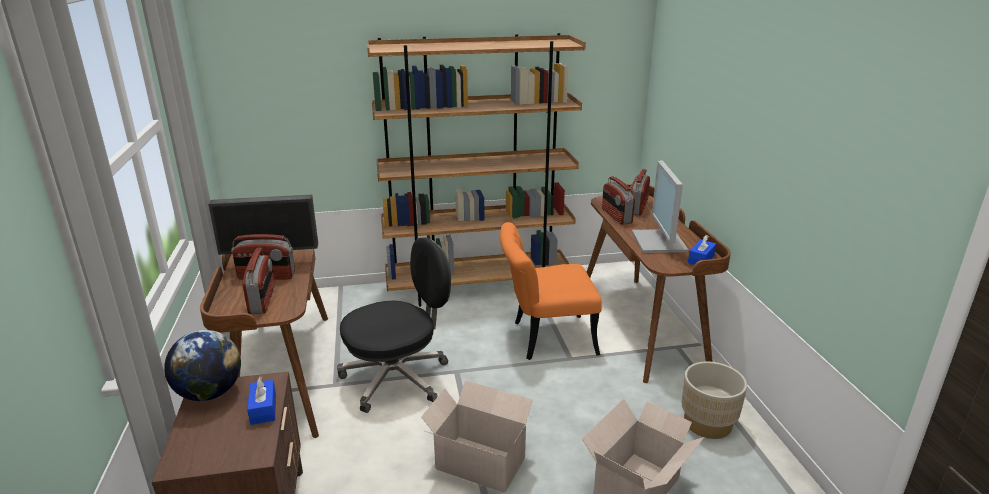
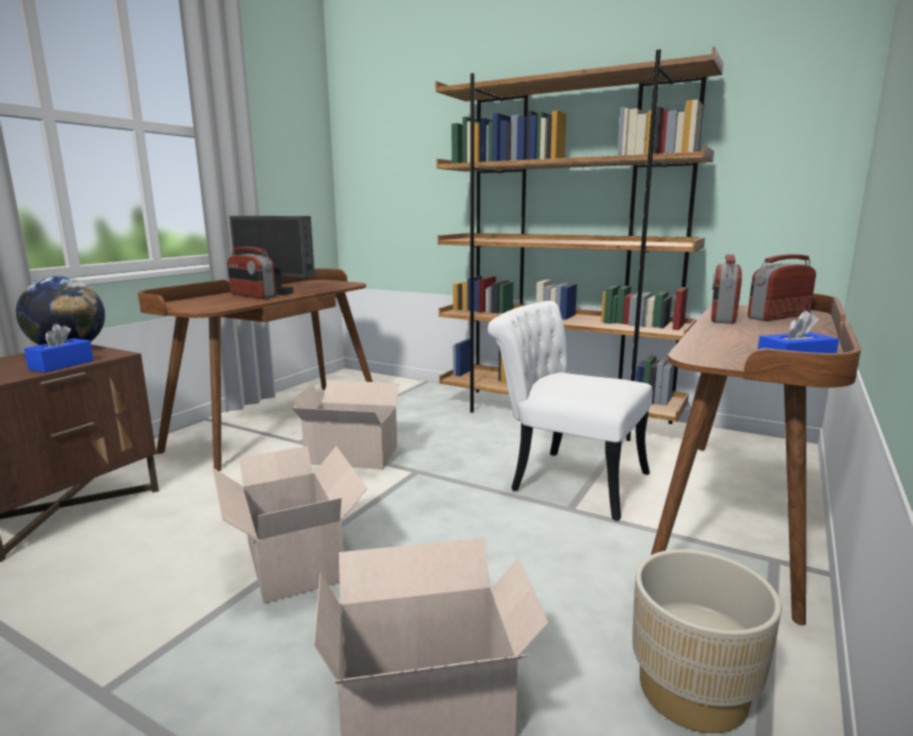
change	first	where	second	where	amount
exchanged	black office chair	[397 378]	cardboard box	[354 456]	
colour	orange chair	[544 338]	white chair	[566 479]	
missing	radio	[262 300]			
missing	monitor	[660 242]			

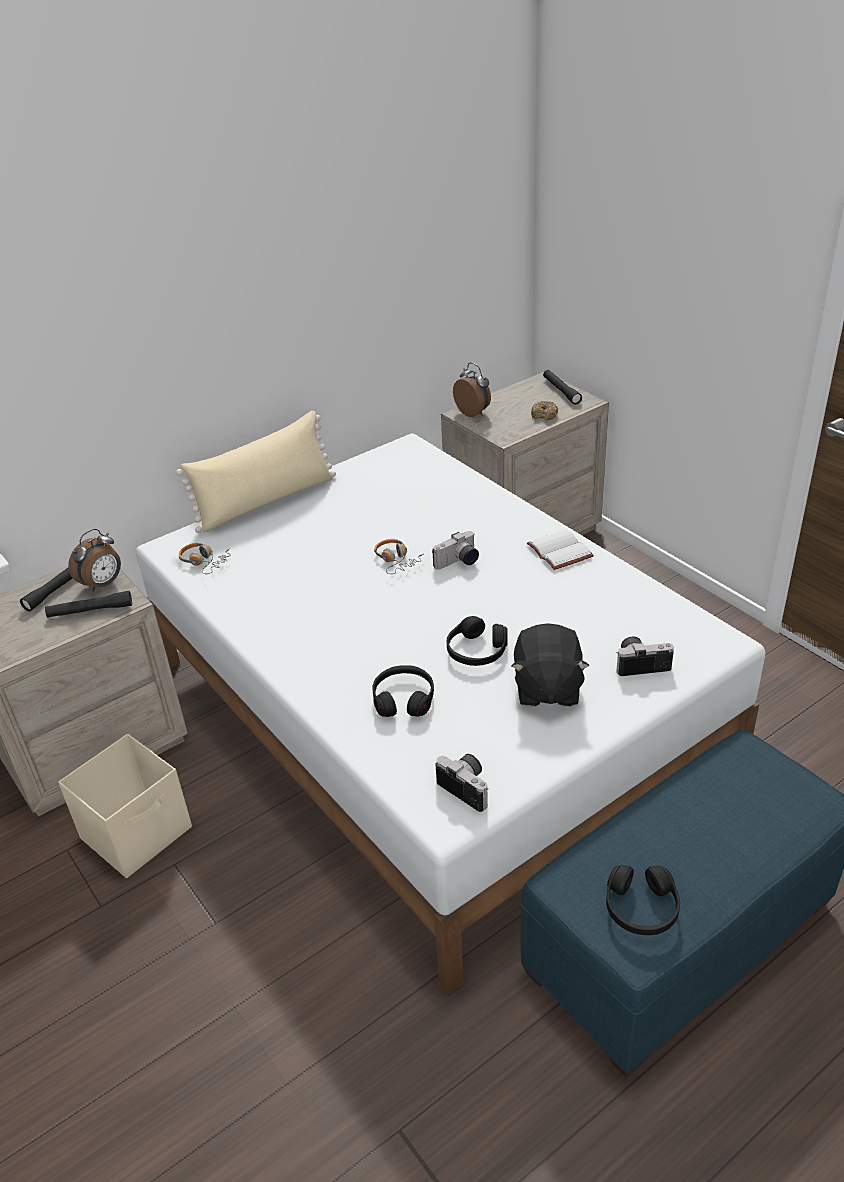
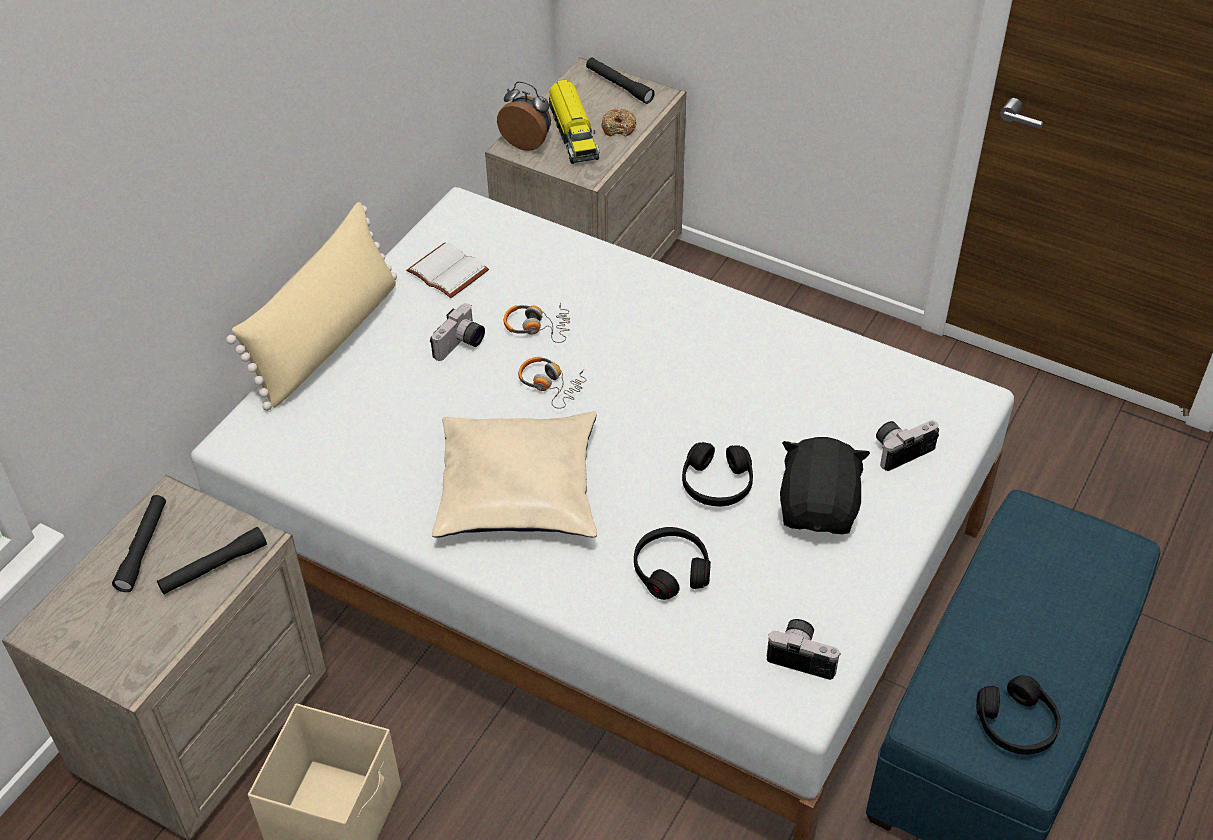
change	first	where	second	where	amount
relocated	white book	[557 551]		[445 272]	
relocated	photo camera	[458 562]		[461 345]	
appeared			beige pillow	[518 489]	
relocated	headphones	[204 562]		[537 327]	
appeared			toy truck	[573 133]	
spun	black plush toy	[546 688]		[819 509]	150 degrees counterclockwise
missing	alarm clock	[103 584]			

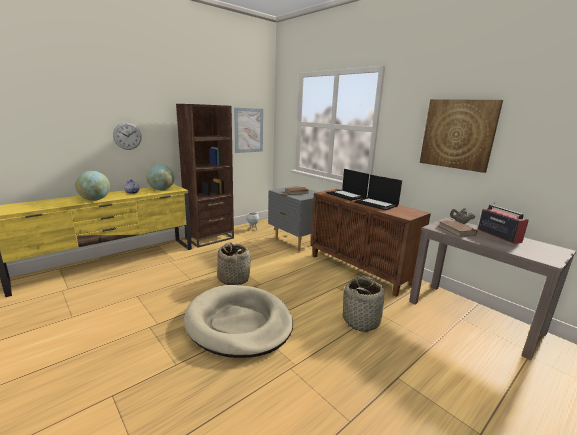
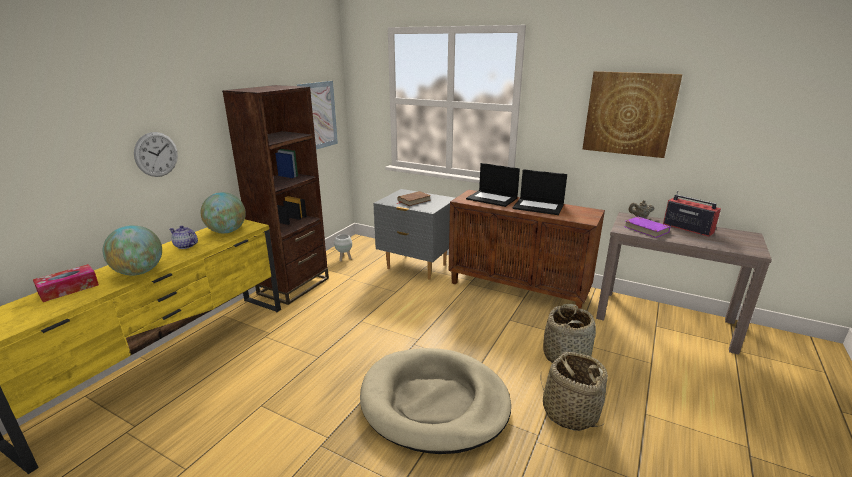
change	first	where	second	where	amount
appeared			tissue box	[69 289]	
relocated	basket	[233 279]		[570 412]	
colour	brown book	[456 230]	purple book	[646 229]	

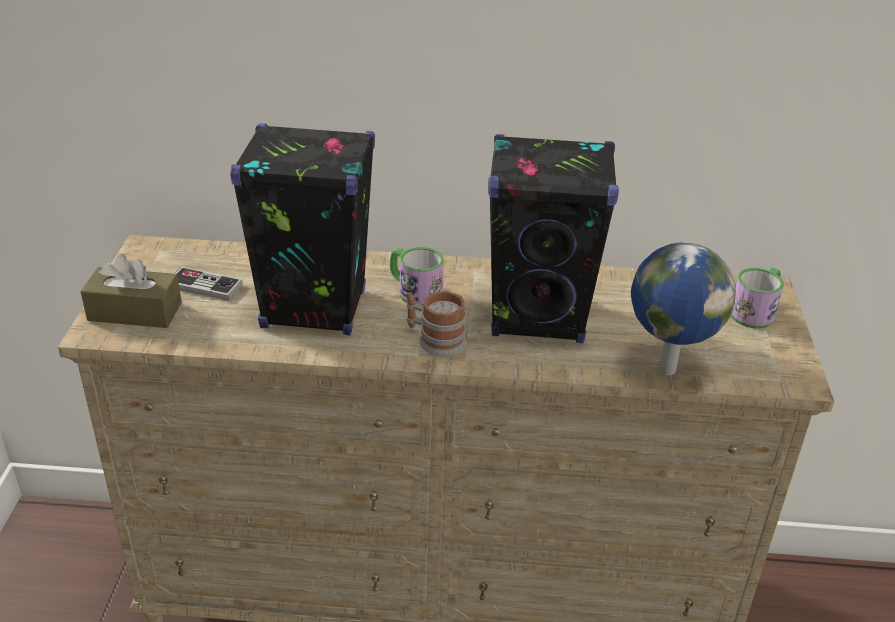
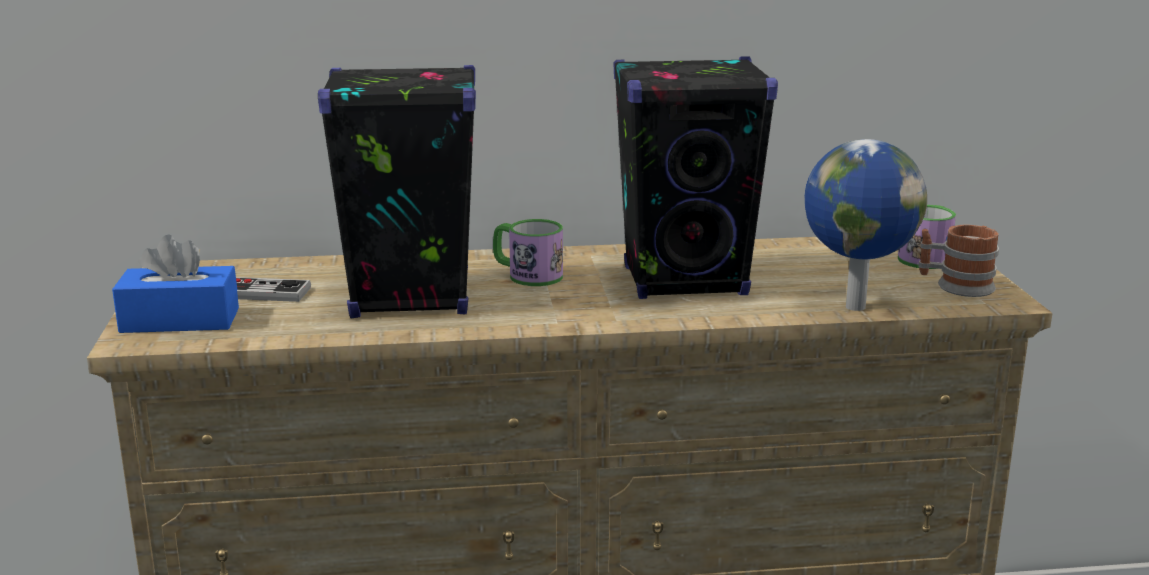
change	first	where	second	where	amount
colour	brown tissue box	[135 312]	blue tissue box	[180 320]	
relocated	mug	[435 340]		[955 286]	

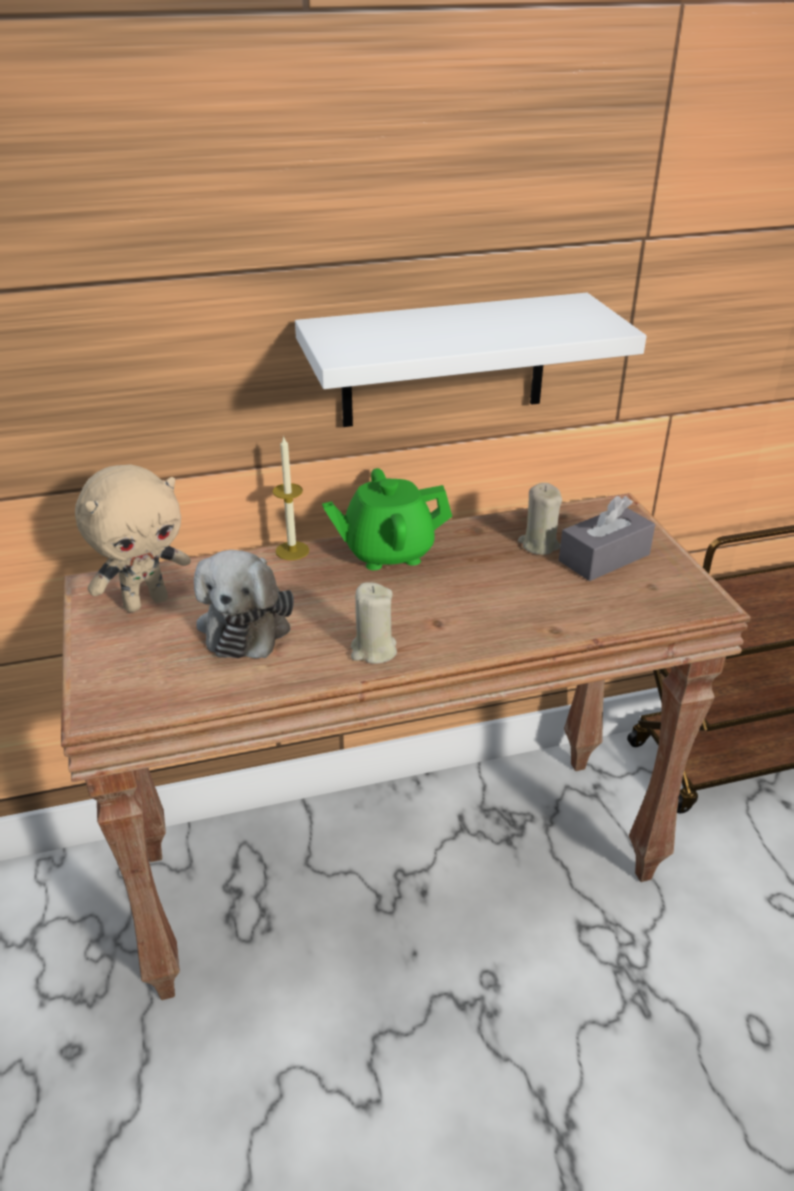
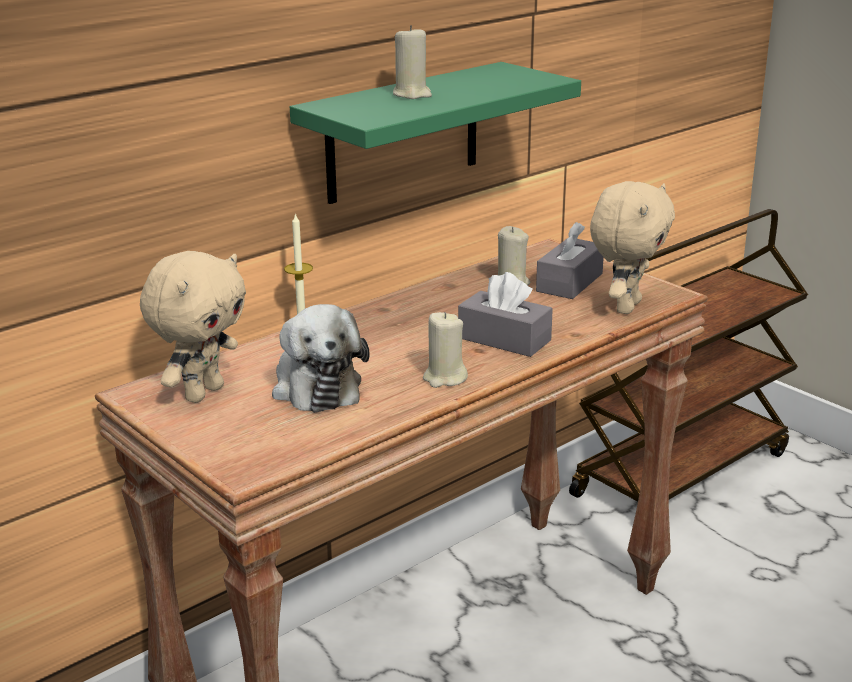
change	first	where	second	where	amount
colour	white shelf	[444 361]	green shelf	[403 133]	
appeared			beige candle	[412 94]	
appeared			grey tissue box	[504 339]	
appeared			beige plush toy	[625 306]	
missing	green teapot	[388 552]			

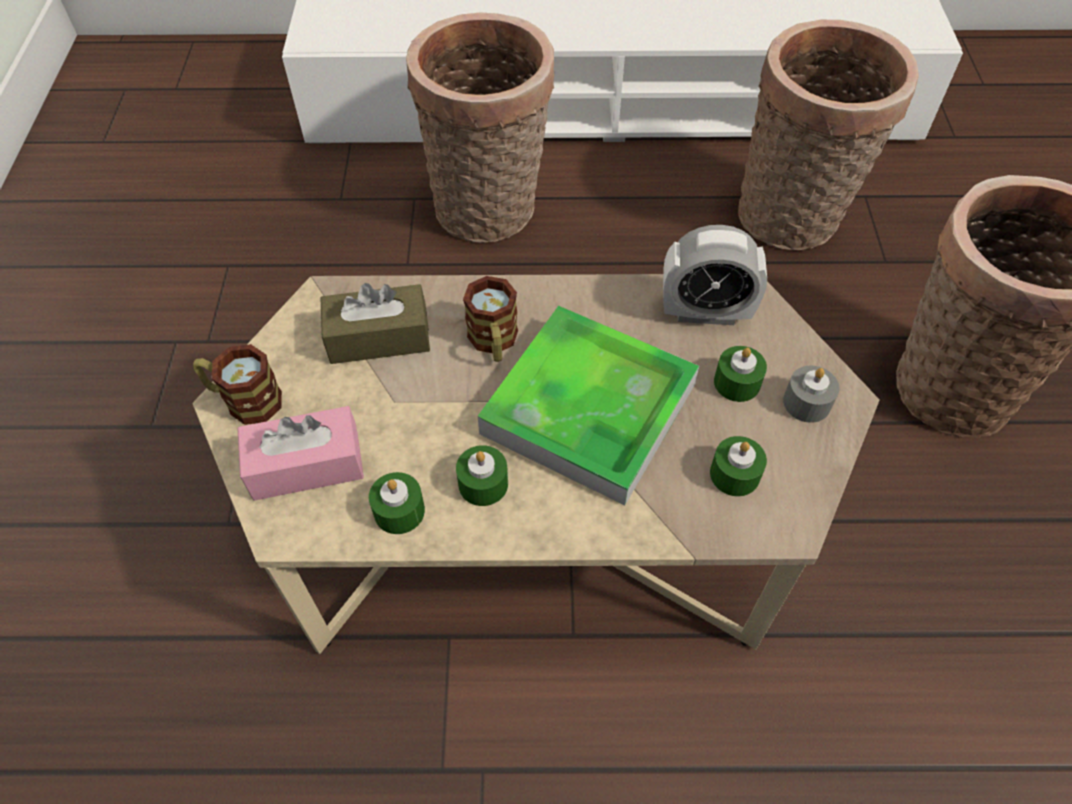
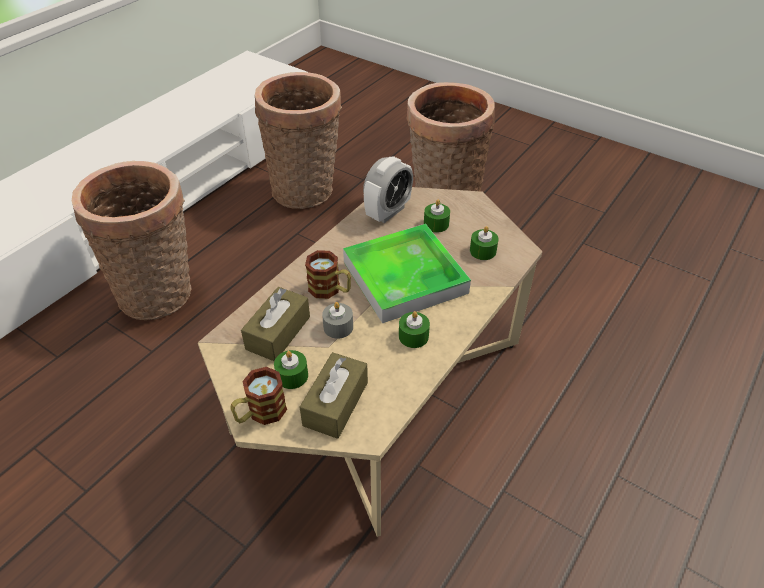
change	first	where	second	where	amount
relocated	green candle	[399 511]		[292 376]	
colour	pink tissue box	[306 465]	brown tissue box	[335 403]	
relocated	grey candle	[806 403]		[338 327]	

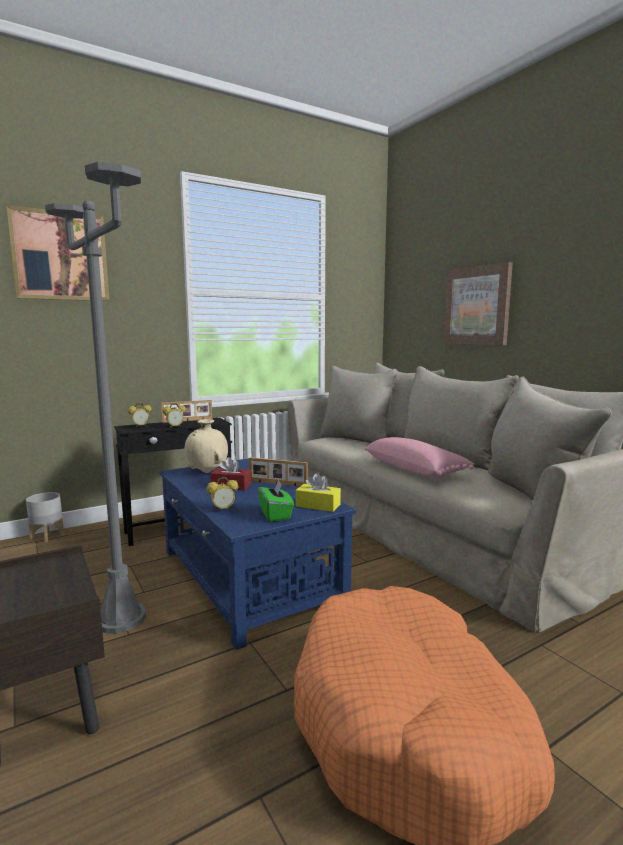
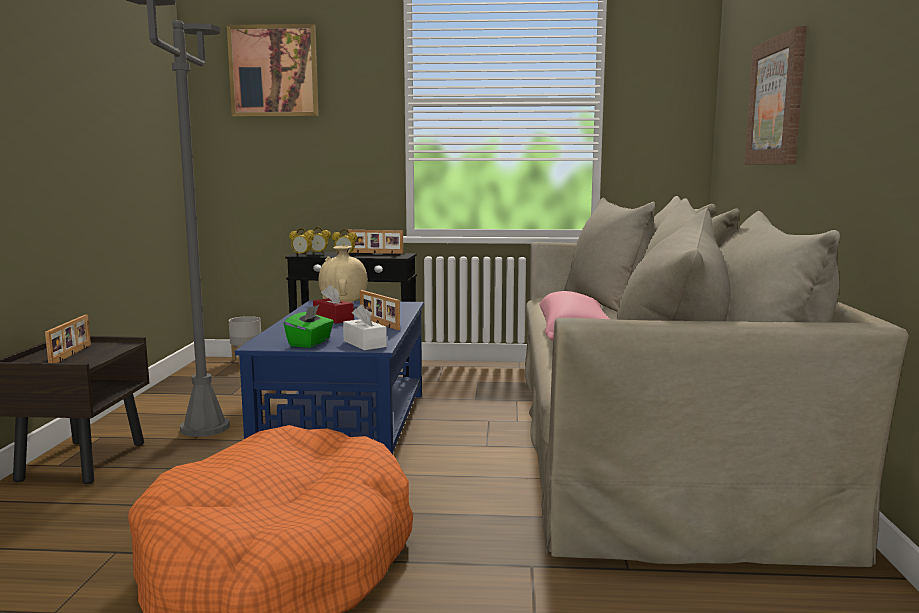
change	first	where	second	where	amount
appeared			picture frame	[72 354]	
relocated	alarm clock	[223 509]		[302 255]	
colour	yellow tissue box	[318 505]	white tissue box	[364 344]	

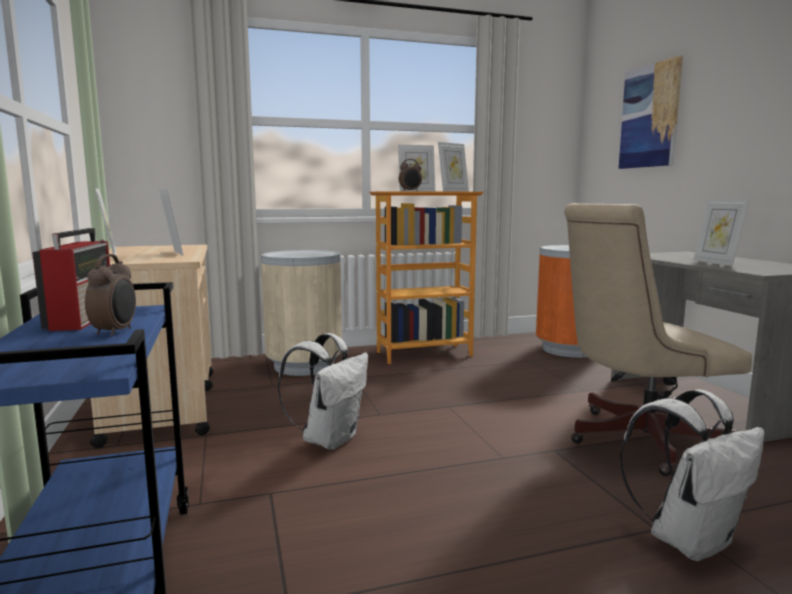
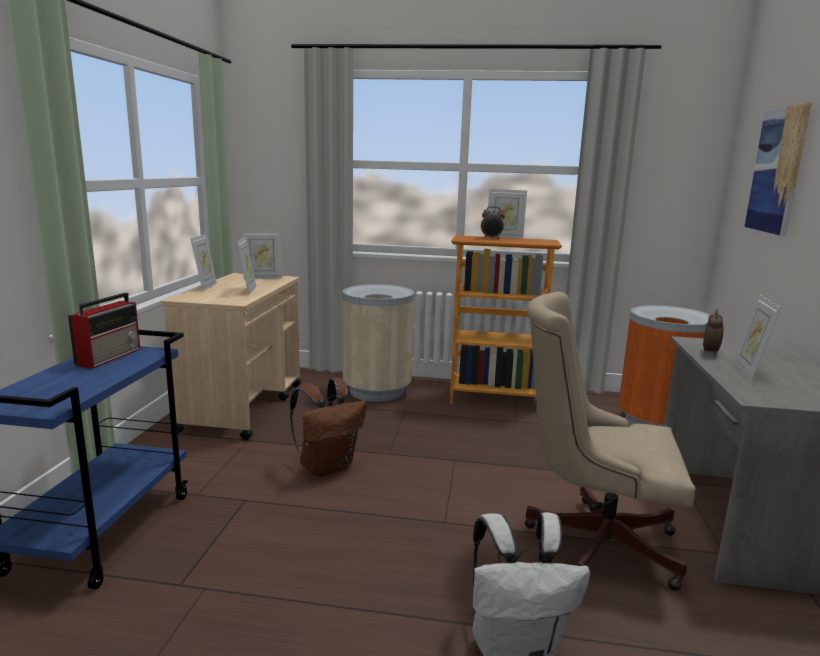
change	first	where	second	where	amount
relocated	picture frame	[453 191]		[263 278]	
colour	white backpack	[330 439]	brown backpack	[327 467]	
relocated	alarm clock	[116 332]		[710 352]	

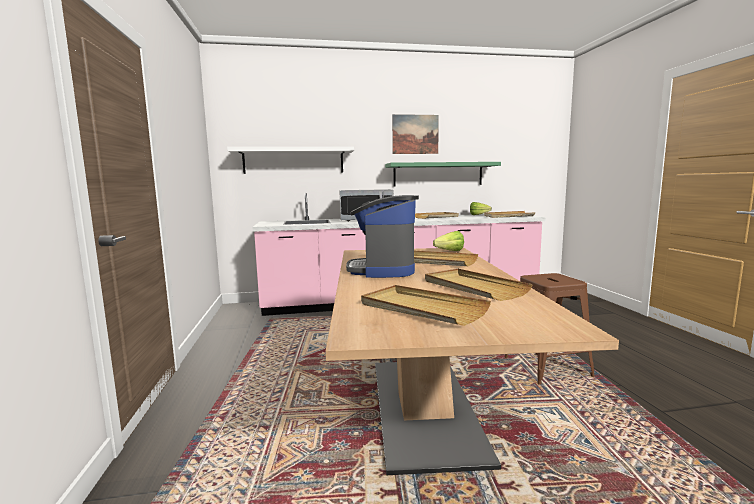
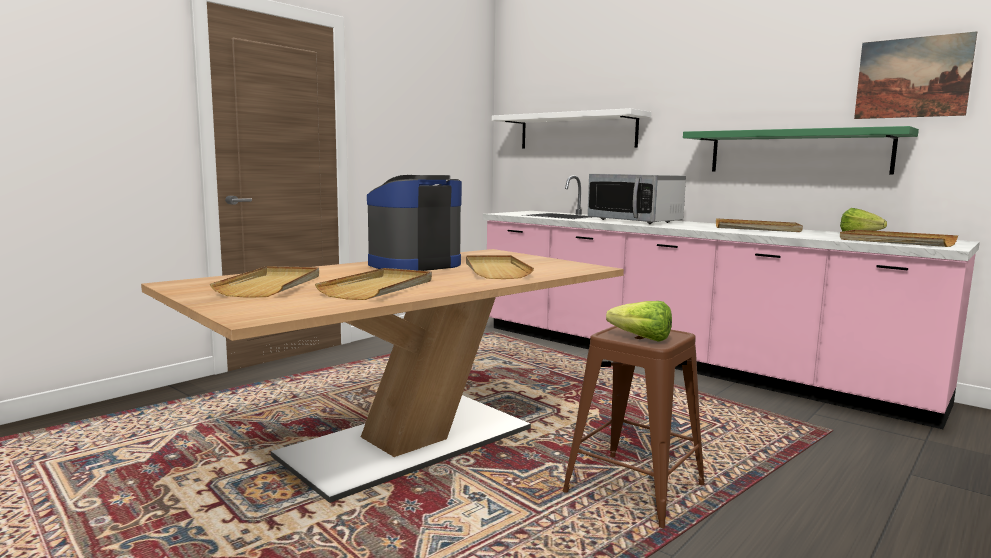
change	first	where	second	where	amount
relocated	lettuce	[447 251]		[636 337]	
relocated	picture	[415 134]		[912 77]	

